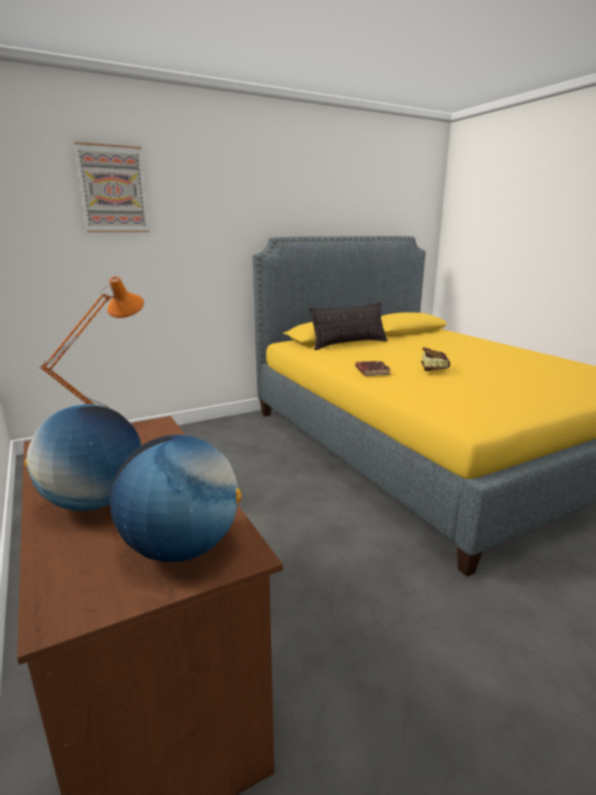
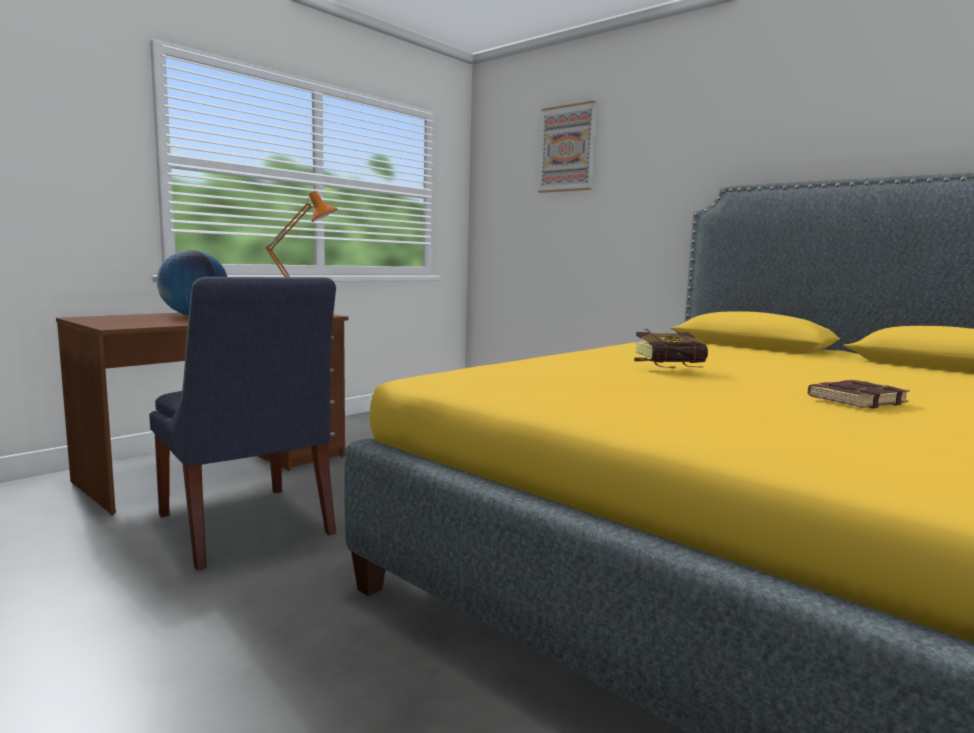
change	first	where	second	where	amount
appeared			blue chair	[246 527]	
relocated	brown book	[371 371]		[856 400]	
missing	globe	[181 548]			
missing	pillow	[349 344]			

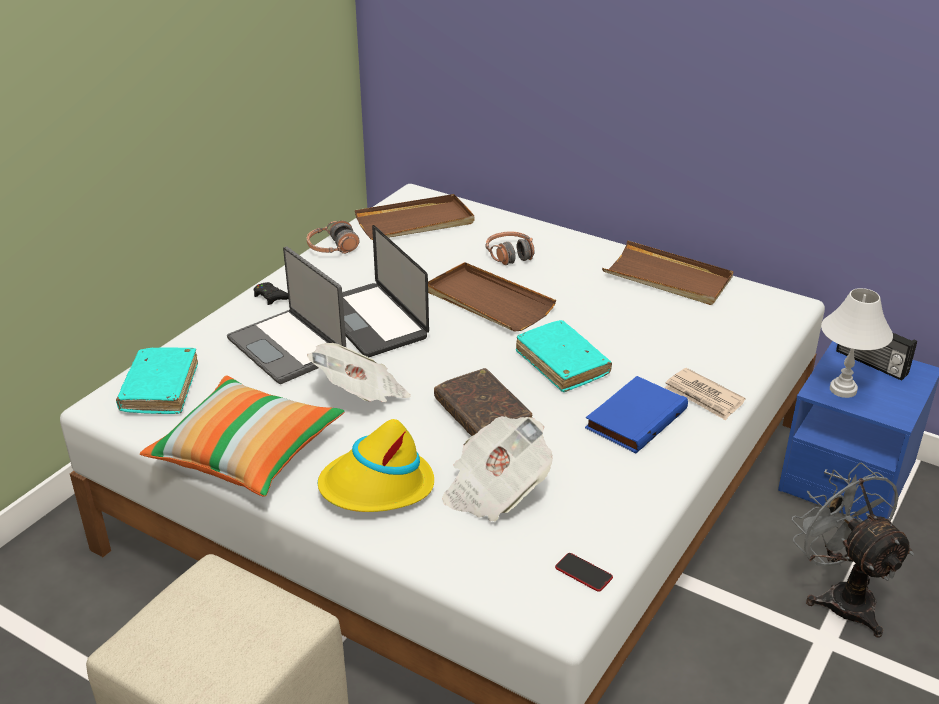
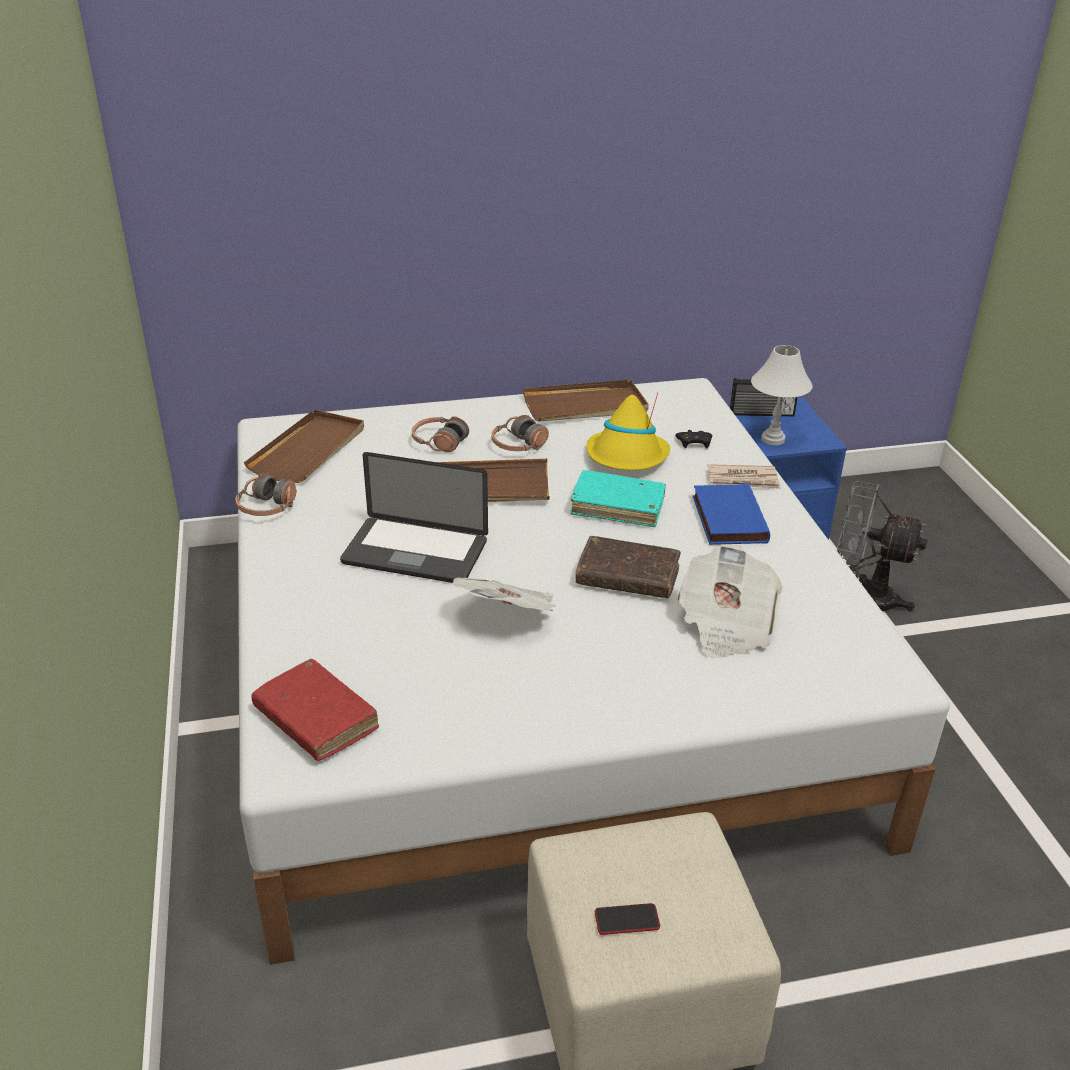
change	first	where	second	where	amount
colour	turquoise book	[160 389]	red book	[316 719]	
appeared			headphones	[518 446]	
relocated	yellow hat	[377 487]		[627 457]	
relocated	phone	[583 573]		[627 920]	
relocated	black game controller	[271 296]		[694 442]	
missing	pillow	[247 453]			
missing	laptop	[288 347]			

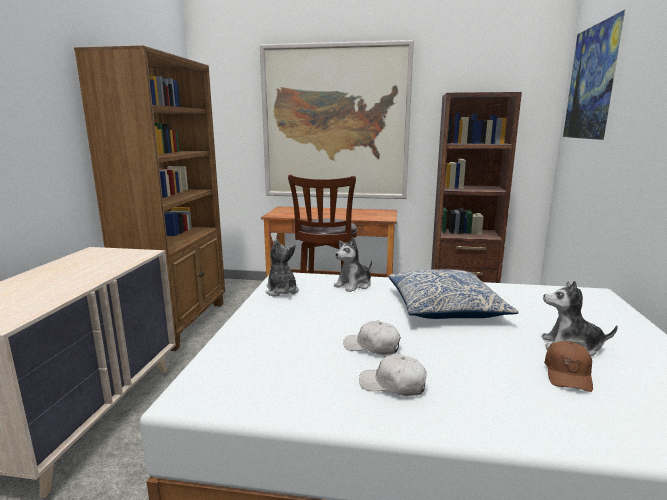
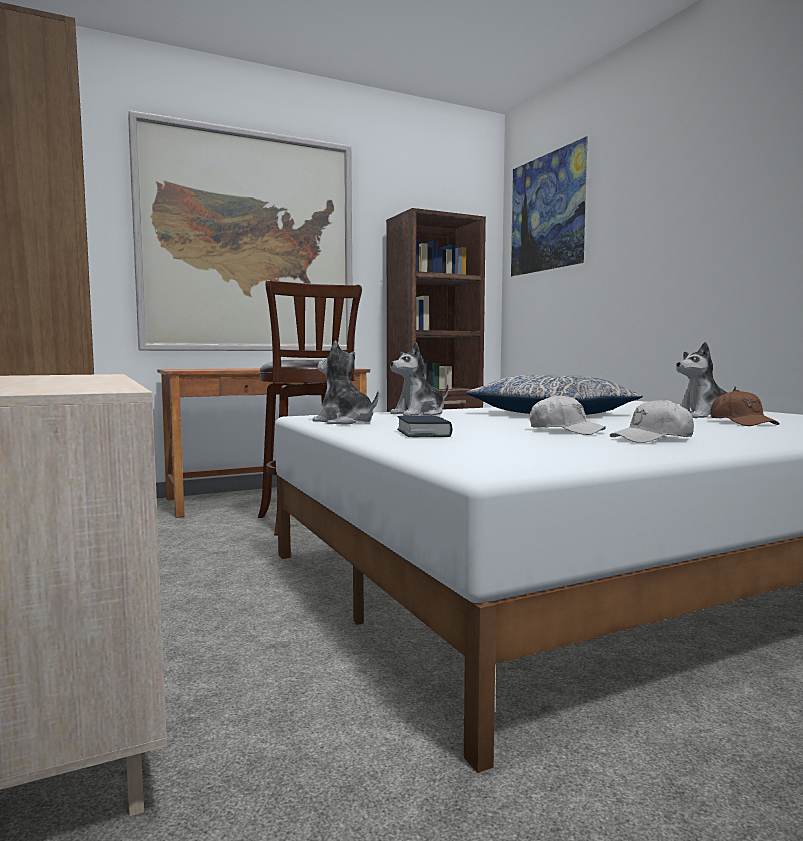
change	first	where	second	where	amount
spun	plush toy	[354 285]		[419 414]	45 degrees clockwise
appeared			book	[423 433]	
spun	white cap	[372 347]		[565 430]	135 degrees counterclockwise

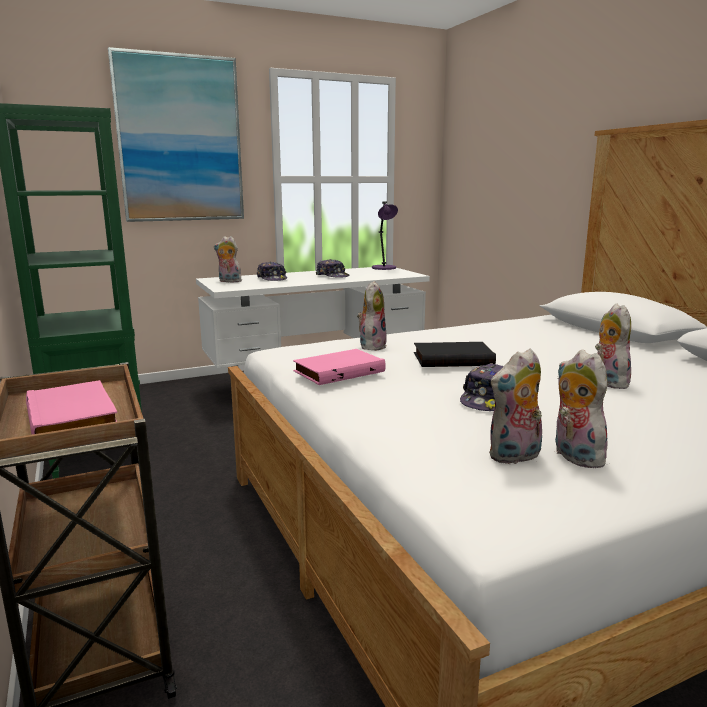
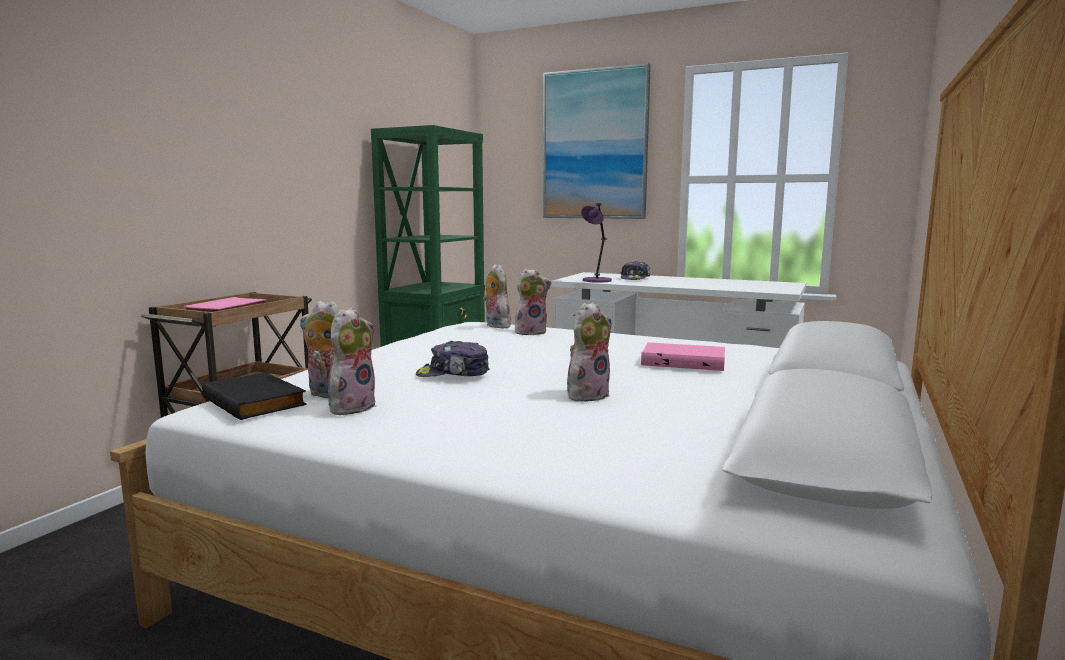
change	first	where	second	where	amount
relocated	black book	[453 358]		[257 401]	
relocated	plush toy	[228 281]		[495 326]	
relocated	purple table lamp	[384 268]		[596 281]	
relocated	pink book	[338 371]		[684 361]	
missing	cap	[332 276]			

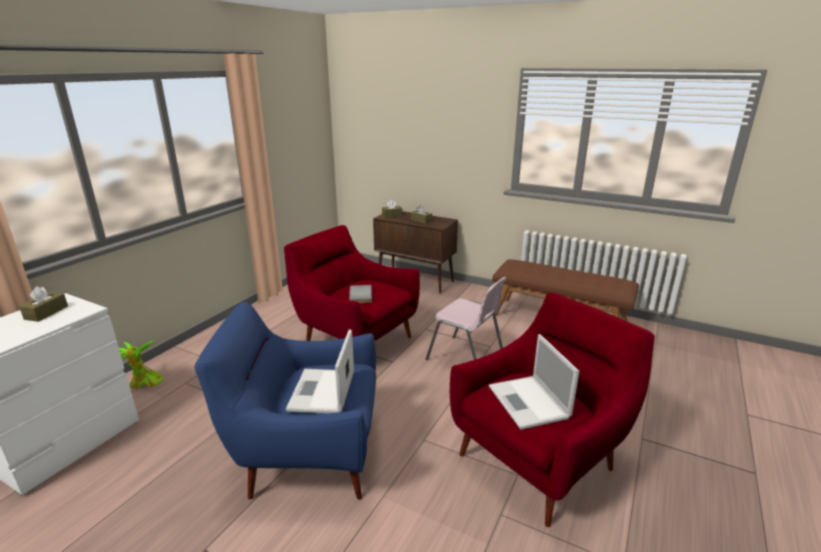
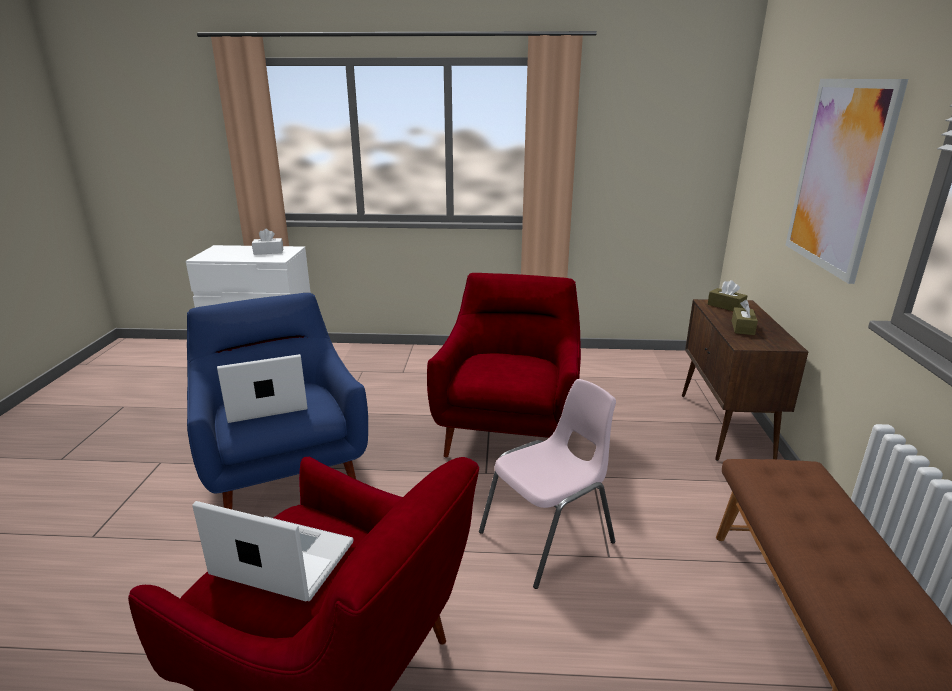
change	first	where	second	where	amount
spun	laptop	[529 403]		[281 559]	60 degrees clockwise
colour	brown tissue box	[46 313]	white tissue box	[268 252]	
spun	pink chair	[466 358]		[549 538]	135 degrees counterclockwise
appeared			picture	[839 176]	
missing	potted plant	[144 383]			
missing	grey book	[359 295]			

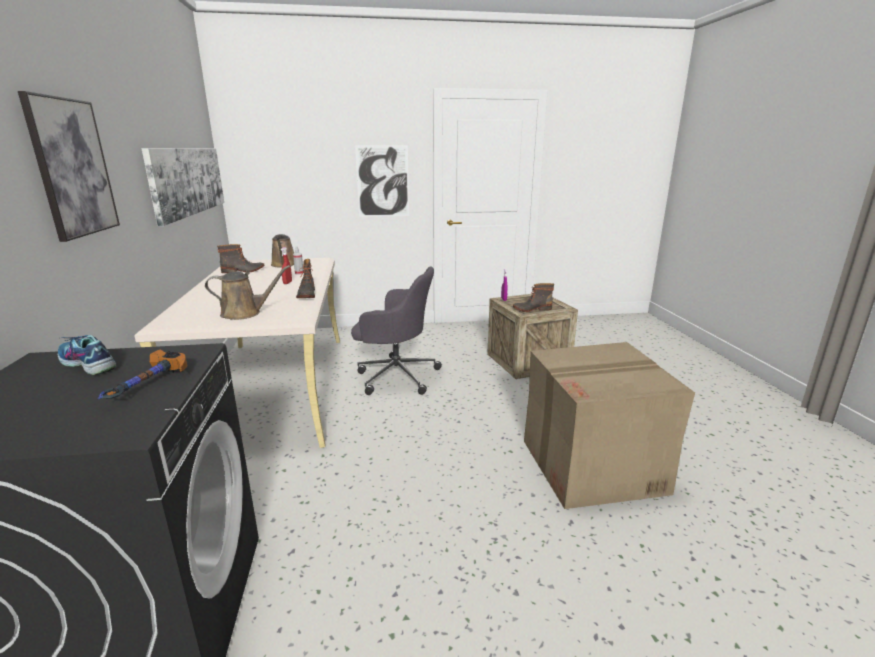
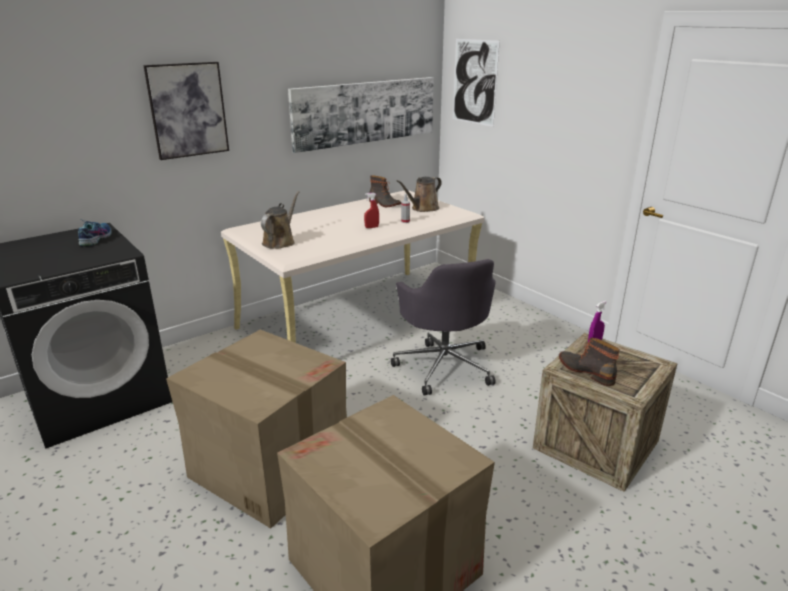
change	first	where	second	where	amount
appeared			cardboard box	[269 466]	
spun	brown watering can	[245 313]		[280 241]	120 degrees counterclockwise
relocated	picture	[383 181]		[474 82]	
missing	hammer	[147 387]			
missing	boot	[306 294]			

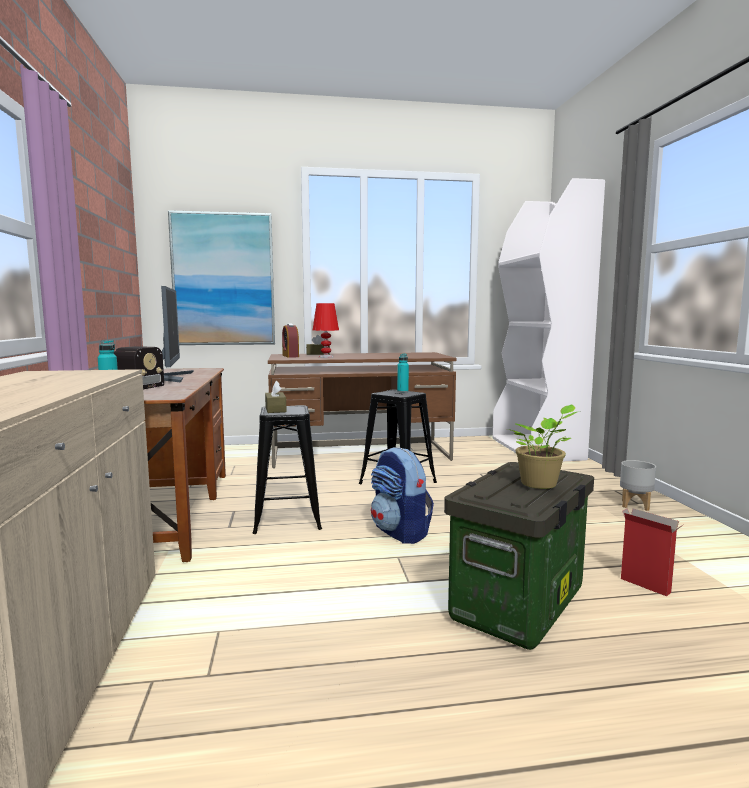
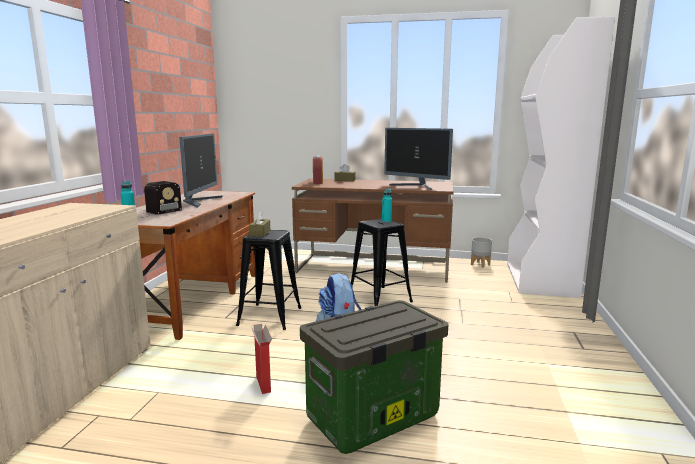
change	first	where	second	where	amount
relocated	cardboard box	[646 586]		[263 384]	
appeared			monitor	[416 186]	
relocated	grey planter	[635 505]		[480 264]	
missing	picture	[223 279]			
missing	red table lamp	[326 357]			
missing	potted plant	[541 484]			

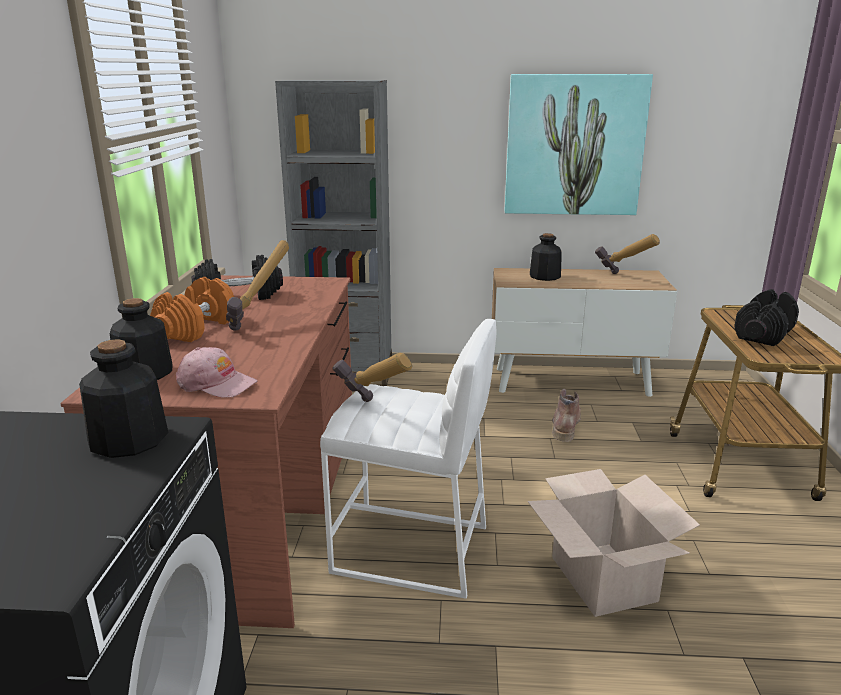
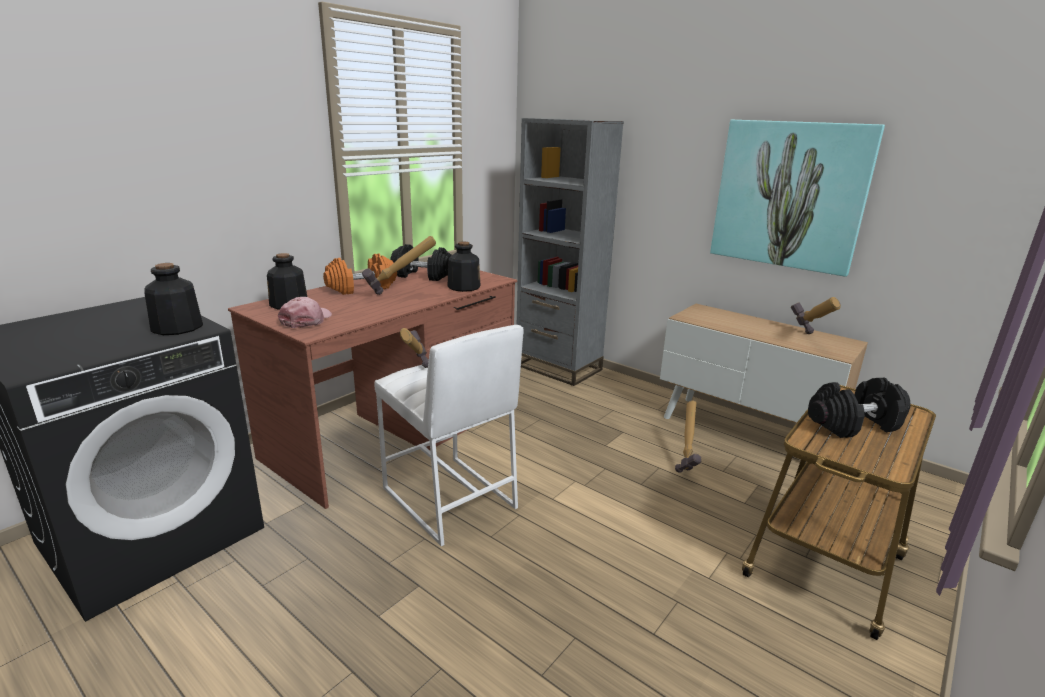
change	first	where	second	where	amount
spun	pink cap	[216 383]		[306 320]	135 degrees counterclockwise
relocated	bottle	[544 276]		[463 287]	
exchanged	brown boot	[565 424]	hammer	[688 462]	
missing	cardboard box	[604 579]			

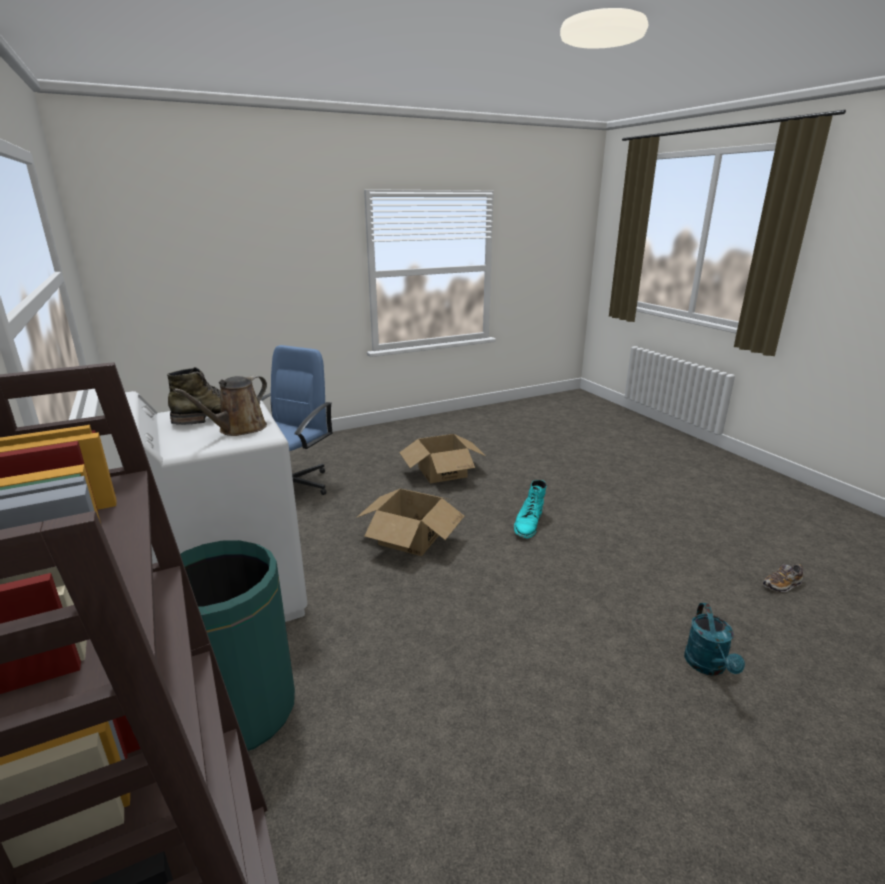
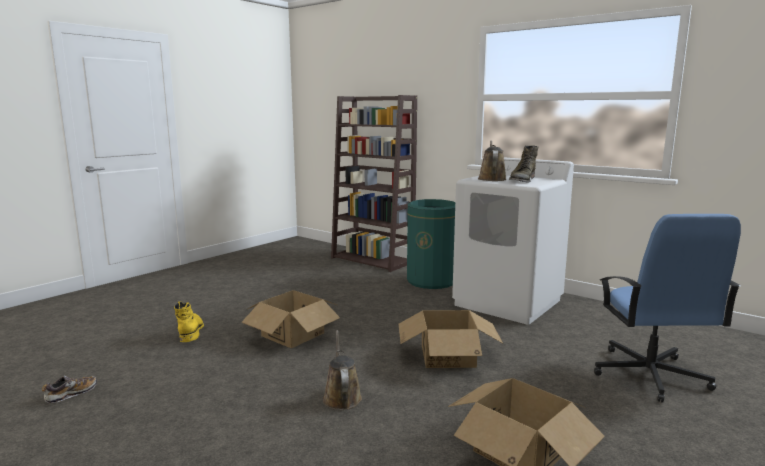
change	first	where	second	where	amount
exchanged	turquoise watering can	[708 666]	yellow boot	[191 331]	
appeared			cardboard box	[292 334]	
exchanged	turquoise boot	[528 523]	brown watering can	[341 397]	

